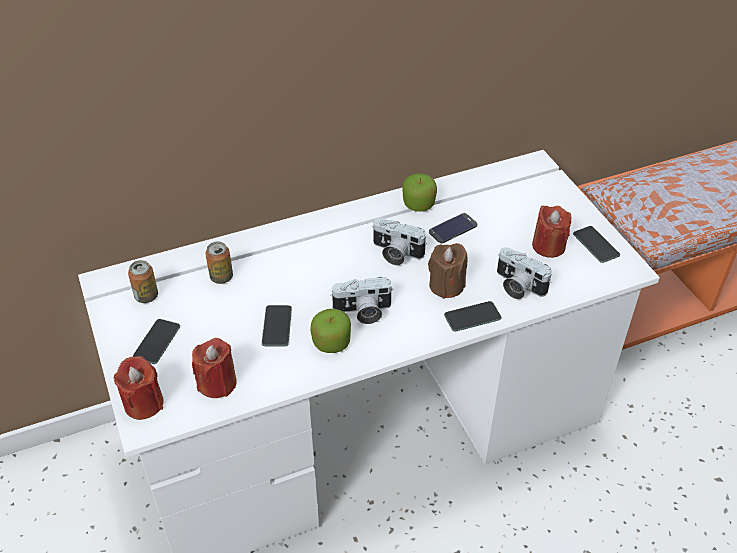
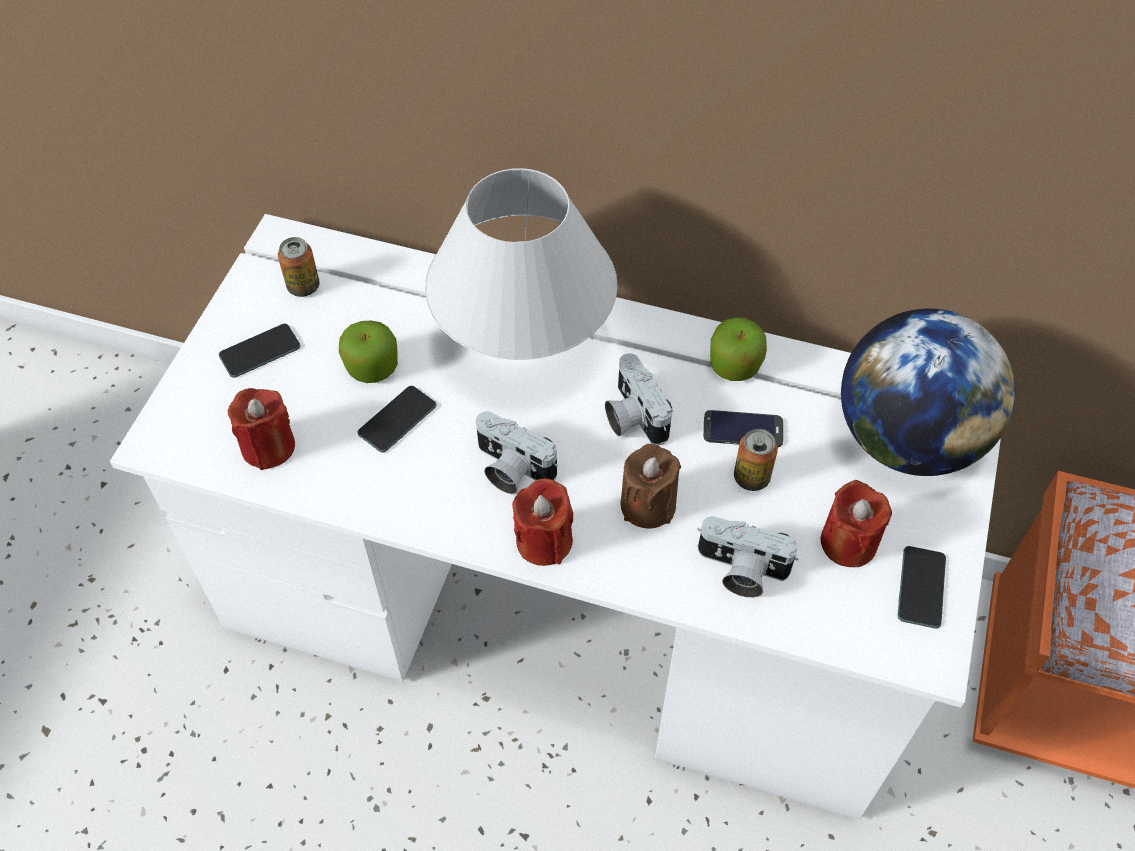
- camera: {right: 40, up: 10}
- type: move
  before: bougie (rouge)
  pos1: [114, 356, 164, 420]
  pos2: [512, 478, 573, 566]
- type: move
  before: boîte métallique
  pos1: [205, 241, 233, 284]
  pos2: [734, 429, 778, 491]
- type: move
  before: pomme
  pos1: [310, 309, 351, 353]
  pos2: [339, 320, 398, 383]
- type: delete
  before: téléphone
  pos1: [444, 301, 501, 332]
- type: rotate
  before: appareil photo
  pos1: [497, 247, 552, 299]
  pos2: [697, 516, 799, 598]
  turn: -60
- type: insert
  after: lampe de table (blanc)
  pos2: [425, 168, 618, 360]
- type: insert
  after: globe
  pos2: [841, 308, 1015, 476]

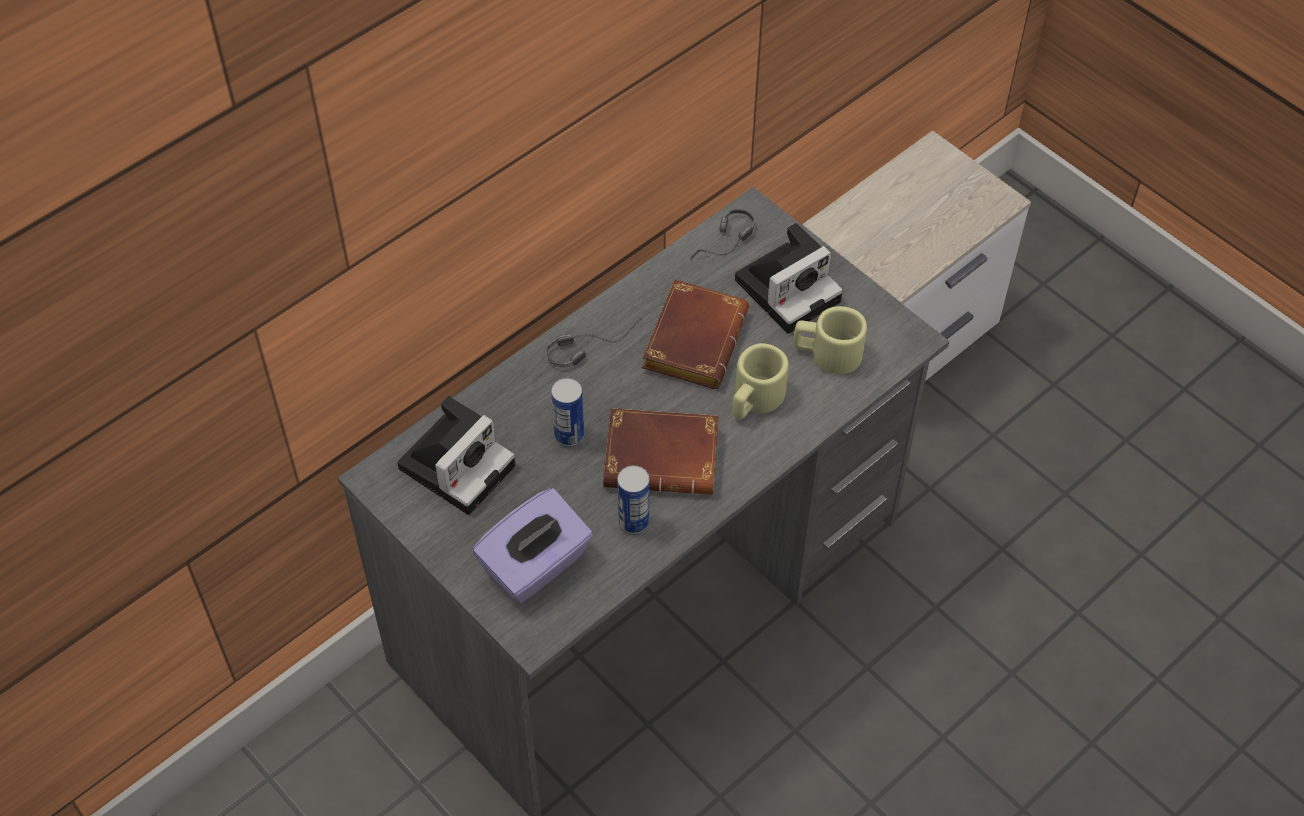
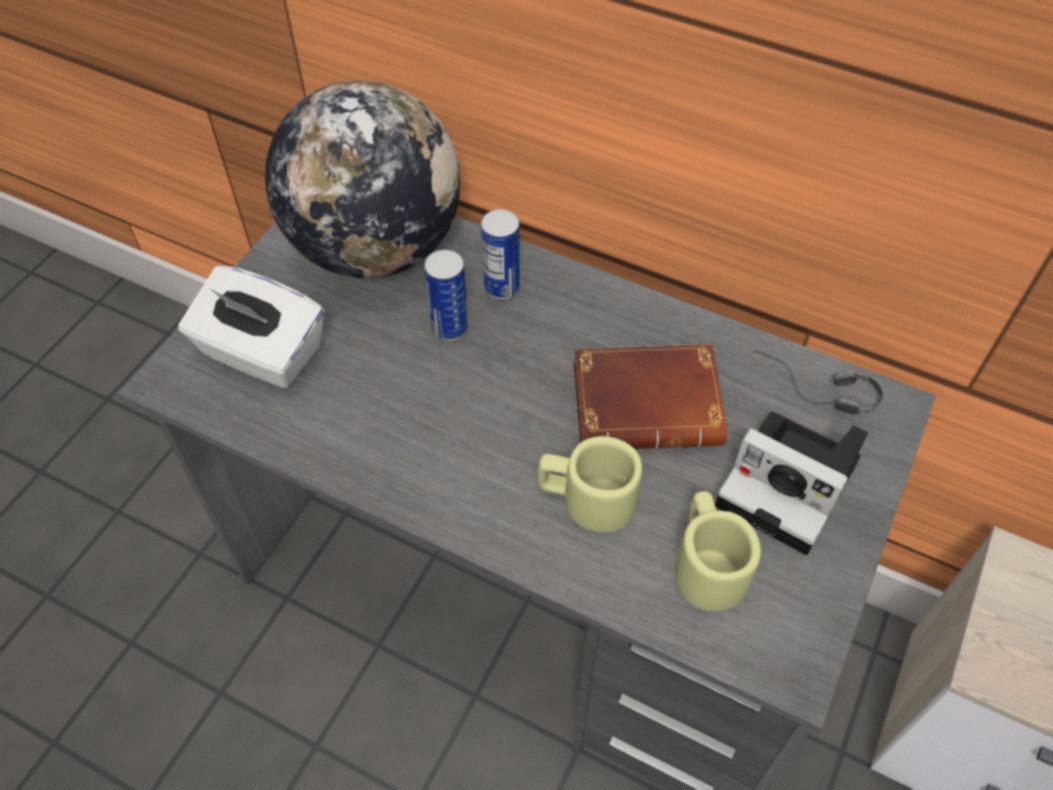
- camera: {right: 70, up: 0}
- type: replace
  before: appareil photo
  after: globe
  pos1: [397, 396, 515, 515]
  pos2: [265, 80, 461, 279]
- type: recolor
  before: boîte à mouchoirs (violet)
  after: boîte à mouchoirs (blanc)
  pos1: [472, 488, 593, 604]
  pos2: [178, 266, 324, 389]
- type: delete
  before: casque audio
  pos1: [546, 319, 642, 367]
- type: delete
  before: livre (marron)
  pos1: [603, 408, 719, 495]
- type: move
  before: boîte métallique
  pos1: [617, 465, 649, 535]
  pos2: [481, 209, 520, 301]

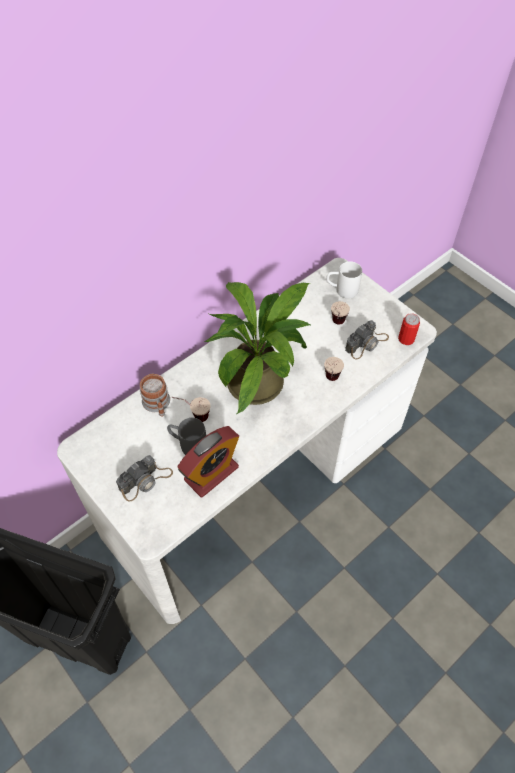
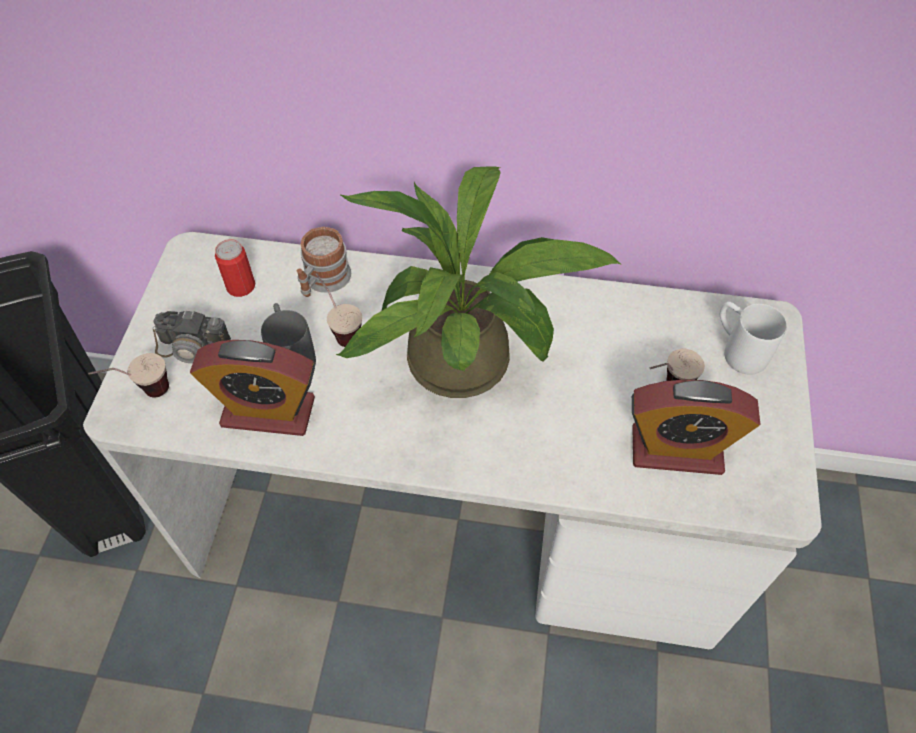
- camera: {right: 50, up: 0}
- type: move
  before: tasse
  pos1: [324, 357, 344, 381]
  pos2: [88, 353, 169, 397]
- type: replace
  before: appareil photo
  after: réveil
  pos1: [345, 320, 389, 360]
  pos2: [632, 380, 760, 475]
- type: move
  before: boîte métallique
  pos1: [398, 313, 420, 345]
  pos2: [215, 239, 255, 297]

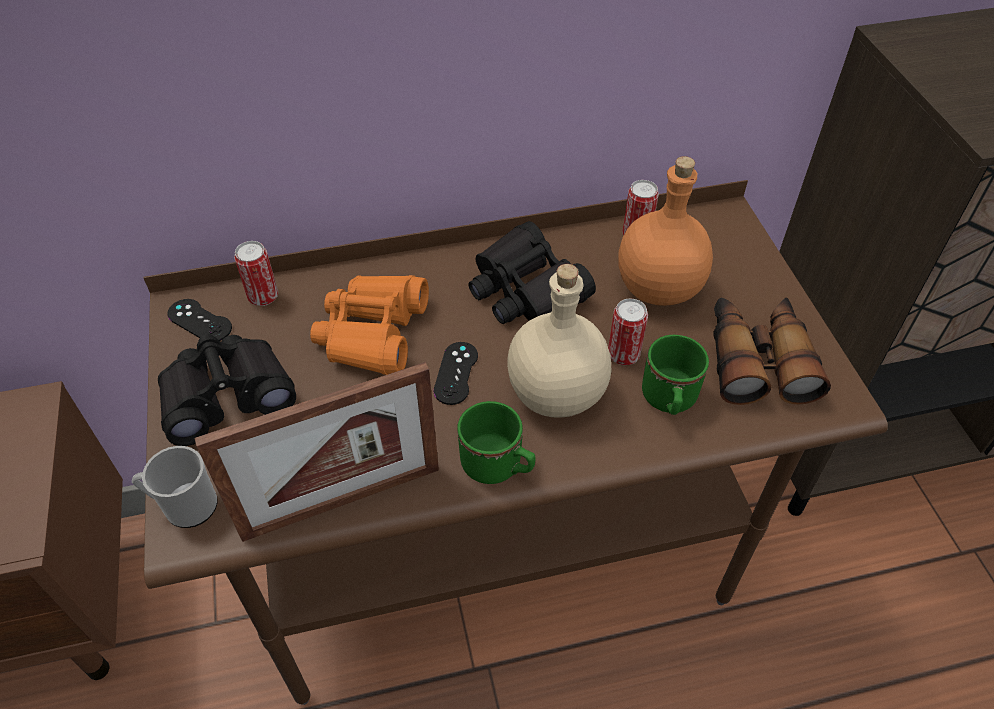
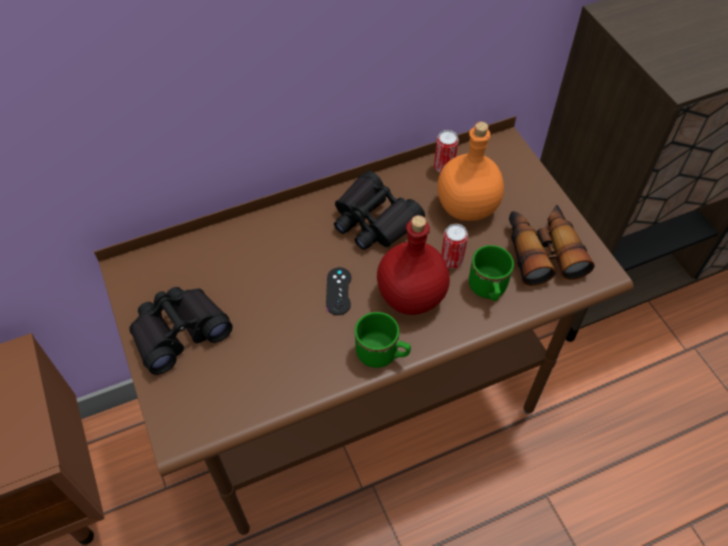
- camera: {right: -10, up: 5}
- type: delete
  before: mug
  pos1: [132, 446, 217, 528]
- type: delete
  before: manette (noir)
  pos1: [167, 299, 232, 341]
- type: delete
  before: cadre photo
  pos1: [195, 362, 439, 542]
- type: delete
  before: boîte métallique
  pos1: [234, 241, 278, 306]
- type: delete
  before: jumelles (orange)
  pos1: [310, 275, 429, 375]
- type: recolor
  before: bouteille (beige)
  after: bouteille (rouge)
  pos1: [507, 264, 611, 418]
  pos2: [377, 215, 450, 315]

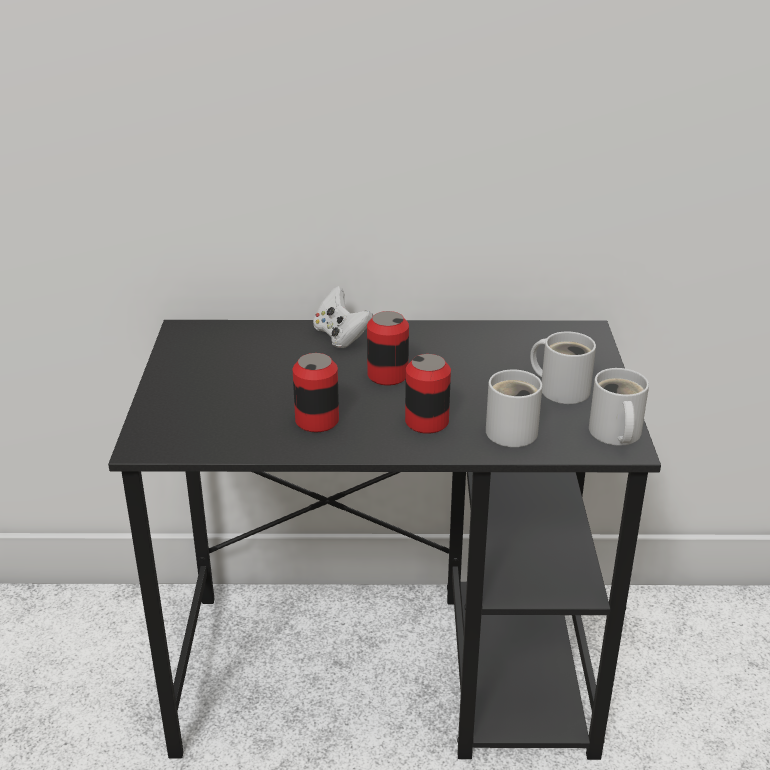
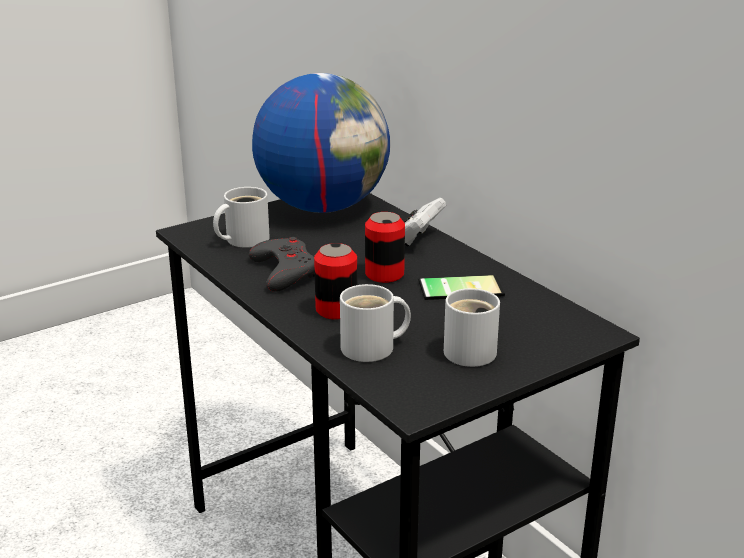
- camera: {right: 55, up: -5}
- type: replace
  before: boîte métallique
  after: manette (gris)
  pos1: [293, 353, 339, 432]
  pos2: [249, 237, 315, 292]
- type: move
  before: mug (blanc)
  pos1: [589, 368, 649, 445]
  pos2: [213, 187, 270, 248]
- type: insert
  after: globe
  pos2: [252, 73, 390, 213]
- type: insert
  after: téléphone
  pos2: [419, 275, 505, 300]

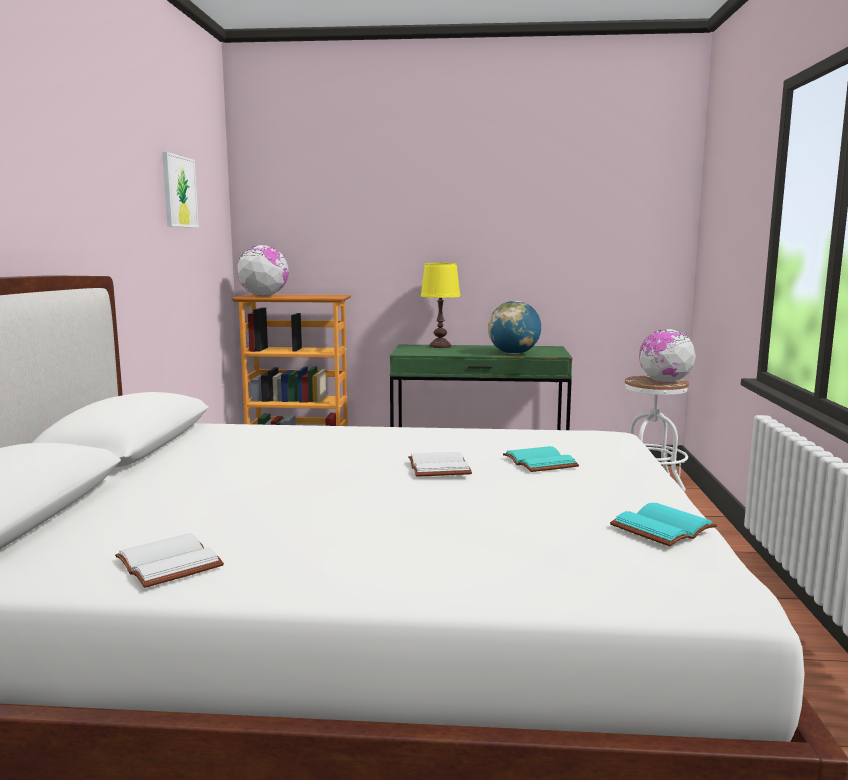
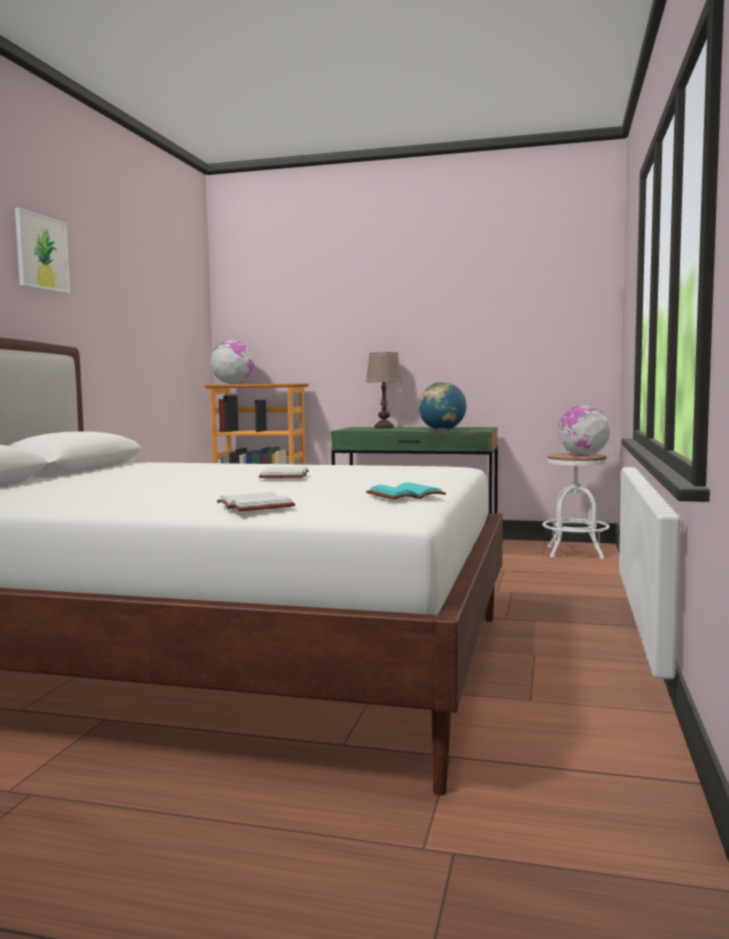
- camera: {right: 10, up: -5}
- type: move
  before: livre (blanc)
  pos1: [115, 533, 224, 588]
  pos2: [217, 492, 295, 511]
- type: move
  before: tableau
  pos1: [162, 152, 199, 228]
  pos2: [15, 208, 70, 294]
- type: recolor
  before: lampe de table (jaune)
  after: lampe de table (marron)
  pos1: [421, 263, 461, 348]
  pos2: [366, 352, 402, 428]
- type: delete
  before: livre (turquoise)
  pos1: [503, 446, 579, 472]

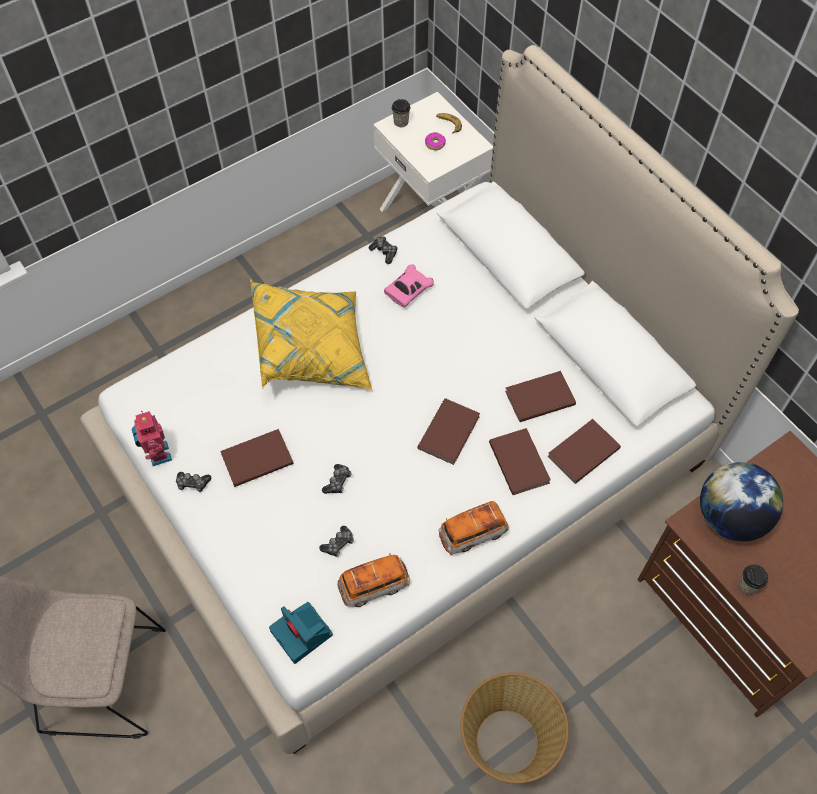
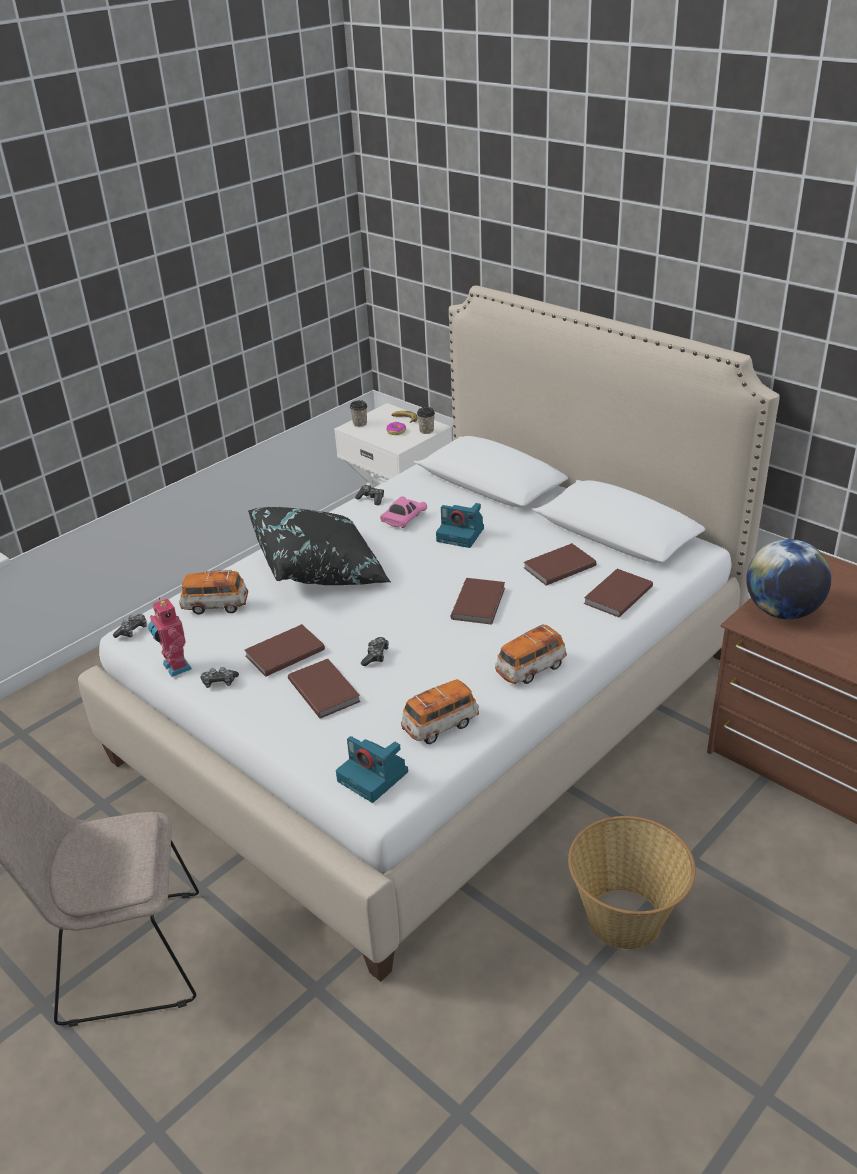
- camera: {right: -10, up: -25}
- type: recolor
  before: coussin (jaune)
  after: coussin (noir)
  pos1: [250, 280, 372, 390]
  pos2: [248, 507, 391, 585]
- type: move
  before: manette
  pos1: [319, 526, 354, 557]
  pos2: [113, 614, 147, 638]
- type: move
  before: livre (marron)
  pos1: [489, 428, 551, 495]
  pos2: [288, 659, 361, 718]
- type: move
  before: tasse
  pos1: [738, 565, 768, 595]
  pos2: [417, 407, 435, 434]
- type: insert
  after: petite voiture
  pos2: [179, 570, 248, 615]
- type: insert
  after: appareil photo
  pos2: [436, 503, 484, 548]

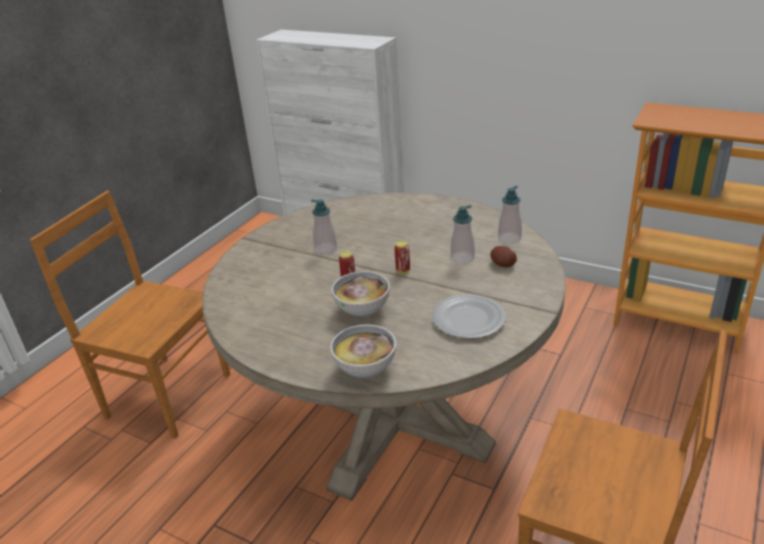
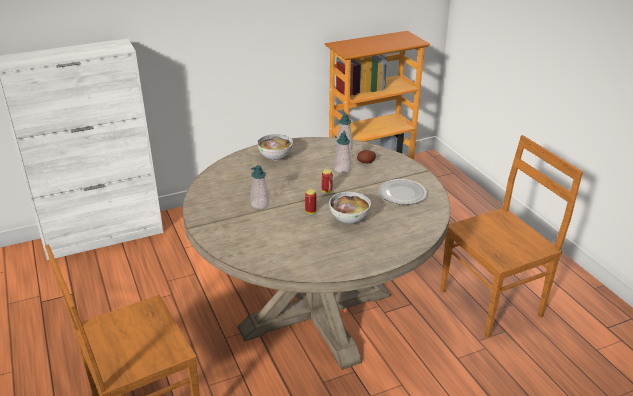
- camera: {right: -55, up: 0}
- type: move
  before: bol
  pos1: [331, 325, 396, 378]
  pos2: [257, 134, 293, 160]

